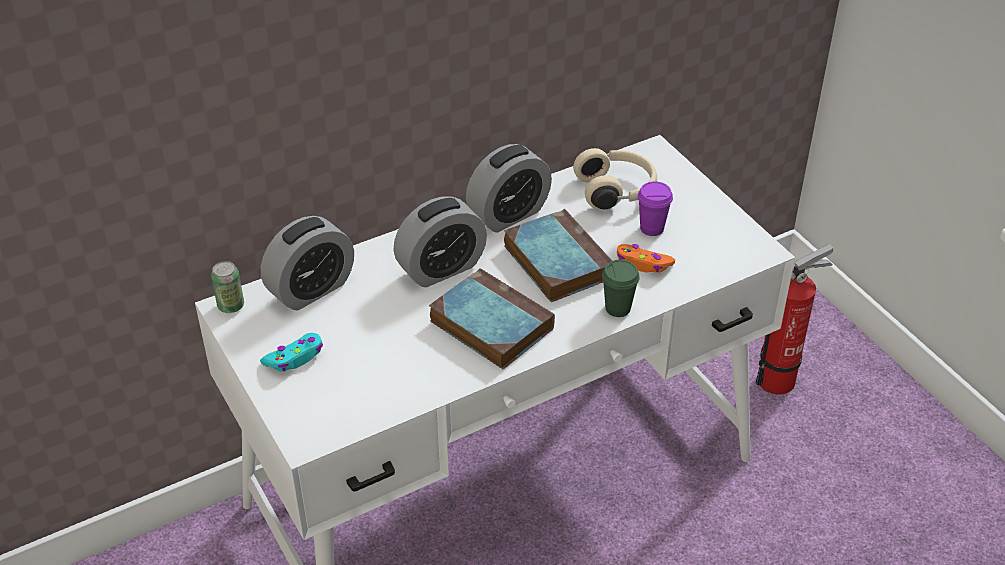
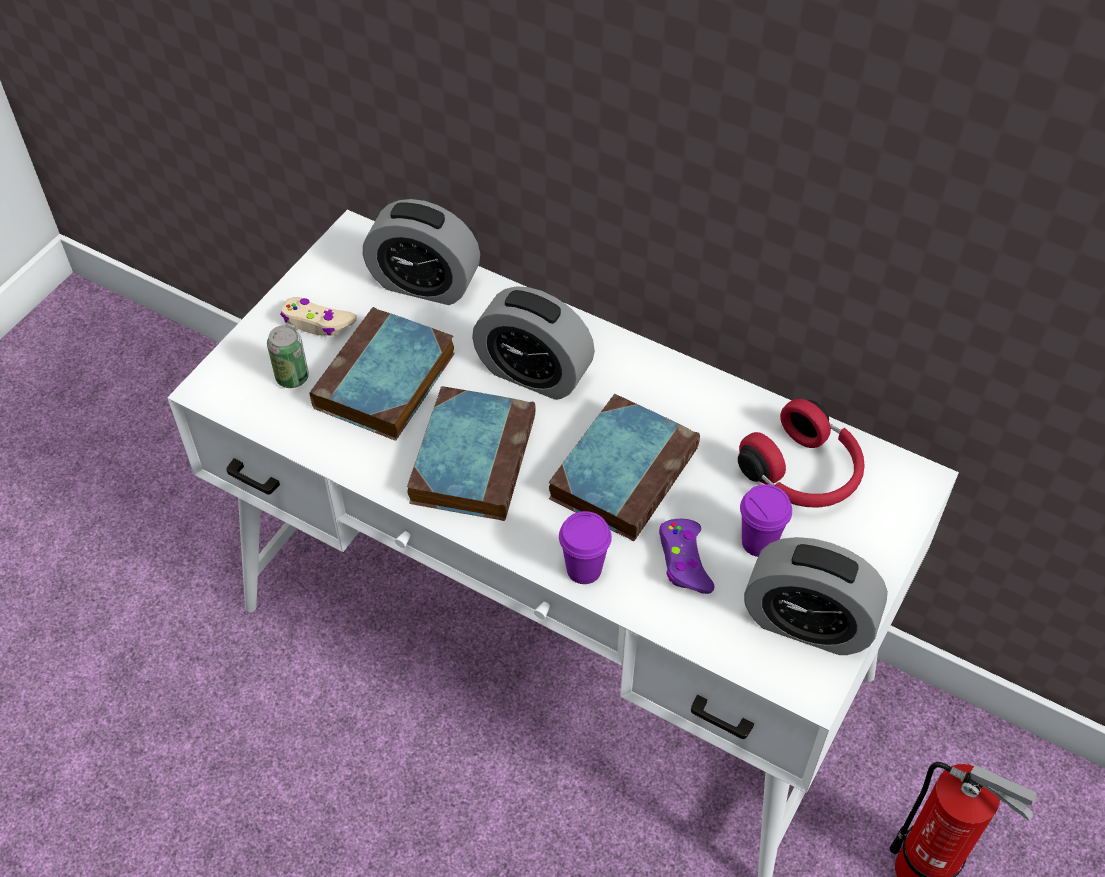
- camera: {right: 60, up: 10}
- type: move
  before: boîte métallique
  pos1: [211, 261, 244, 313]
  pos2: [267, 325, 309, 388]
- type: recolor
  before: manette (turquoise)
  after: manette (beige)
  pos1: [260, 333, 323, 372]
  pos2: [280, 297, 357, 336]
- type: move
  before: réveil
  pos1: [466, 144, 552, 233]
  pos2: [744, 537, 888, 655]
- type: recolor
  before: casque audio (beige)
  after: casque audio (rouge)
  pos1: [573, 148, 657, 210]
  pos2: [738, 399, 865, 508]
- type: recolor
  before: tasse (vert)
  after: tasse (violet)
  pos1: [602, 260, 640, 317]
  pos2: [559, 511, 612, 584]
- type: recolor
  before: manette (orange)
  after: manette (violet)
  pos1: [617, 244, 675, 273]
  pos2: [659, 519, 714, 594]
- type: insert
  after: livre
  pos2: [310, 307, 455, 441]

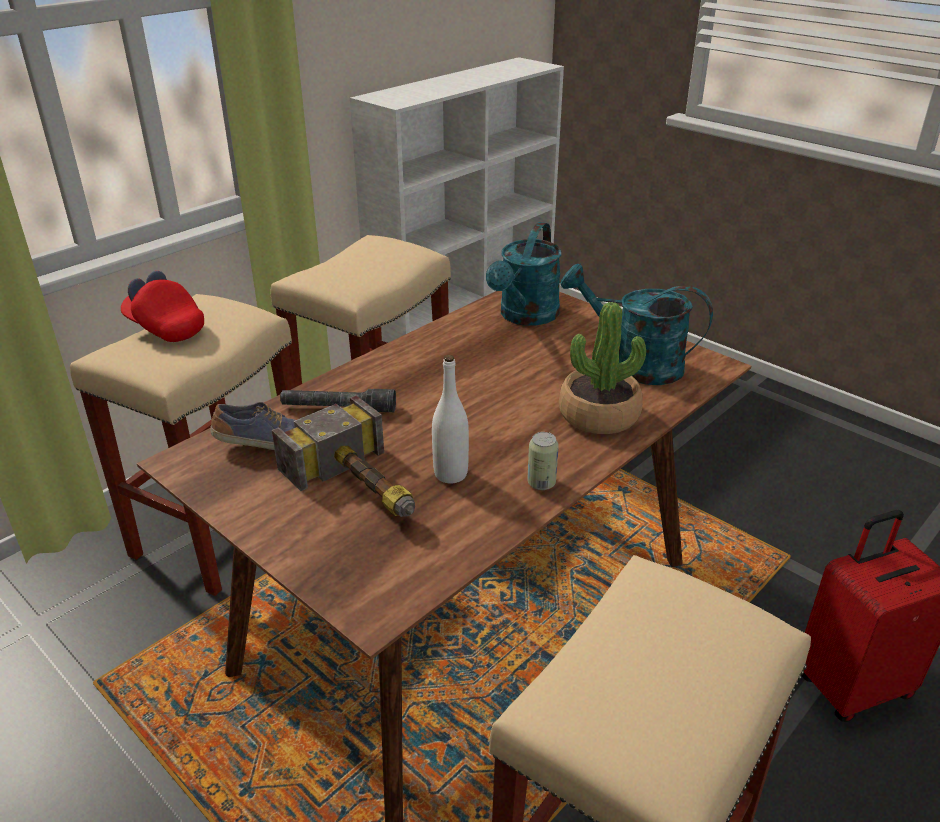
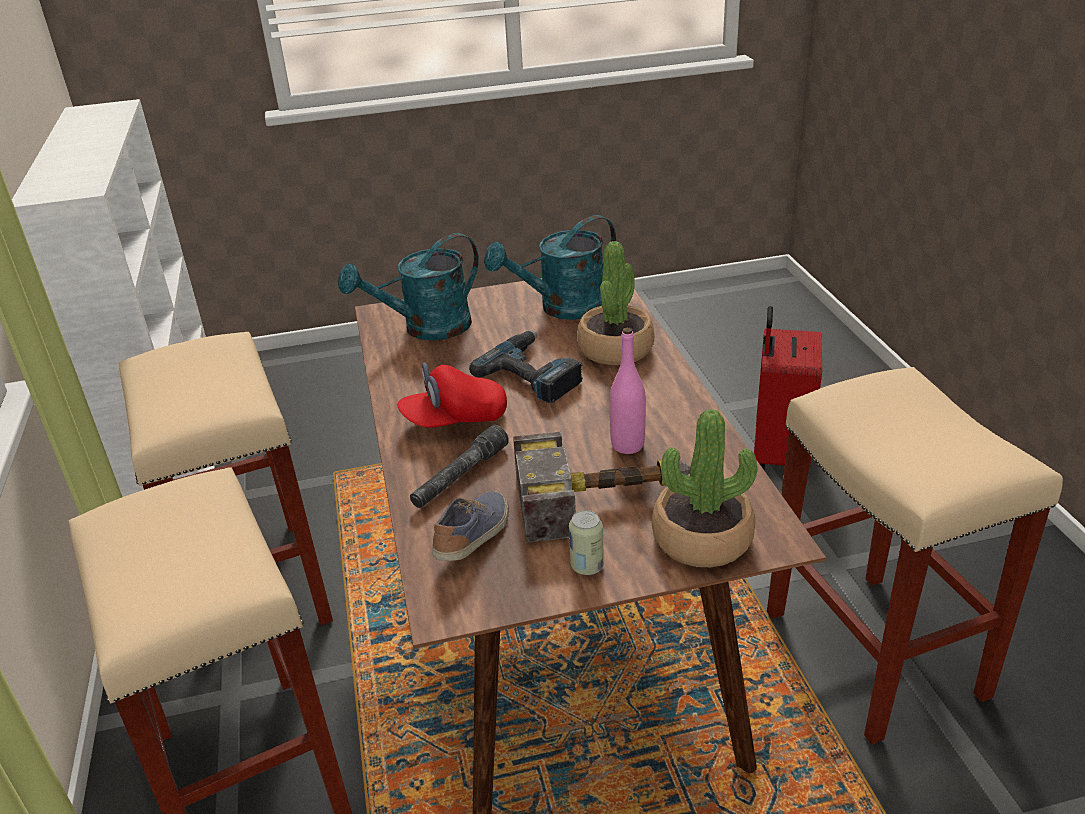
- camera: {right: -55, up: 0}
- type: move
  before: casquette (rouge)
  pos1: [121, 271, 204, 342]
  pos2: [397, 362, 507, 428]
- type: recolor
  before: bouteille (blanc)
  after: bouteille (rose)
  pos1: [432, 355, 469, 483]
  pos2: [610, 328, 646, 454]
- type: rotate
  before: arrosoir (turquoise)
  pos1: [486, 222, 561, 326]
  pos2: [338, 233, 479, 341]
  turn: 90
- type: move
  before: boîte métallique
  pos1: [527, 432, 559, 490]
  pos2: [569, 510, 604, 575]
- type: insert
  after: perceuse
  pos2: [469, 330, 583, 403]
- type: insert
  after: plante en pot
  pos2: [652, 409, 757, 567]

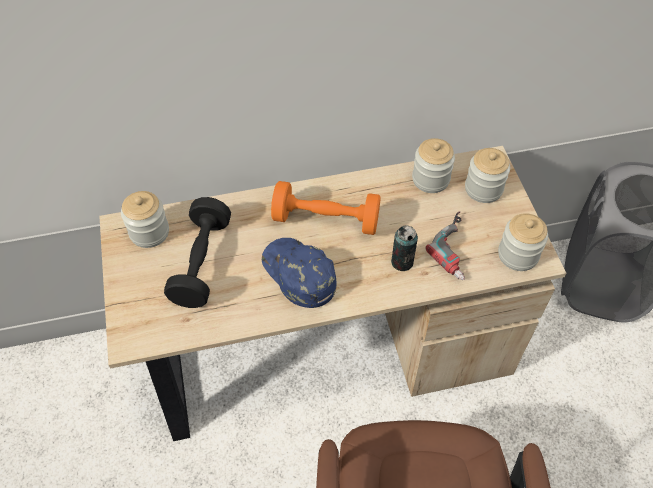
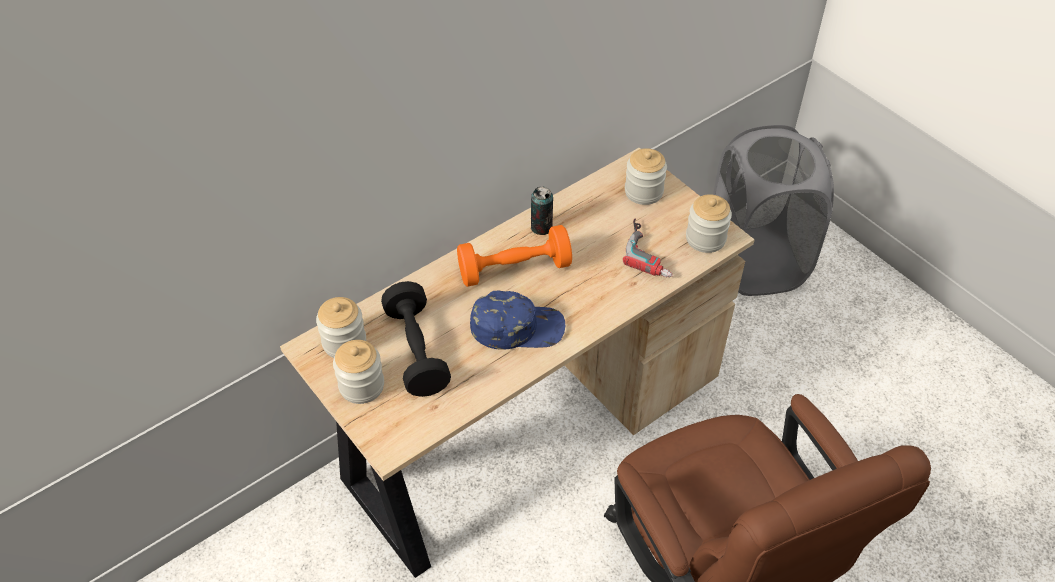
- camera: {right: -25, up: -5}
- type: rotate
  before: casquette (bleu)
  pos1: [262, 238, 336, 308]
  pos2: [470, 291, 565, 350]
  turn: 150
- type: move
  before: boîte métallique
  pos1: [391, 225, 418, 271]
  pos2: [531, 186, 553, 235]
- type: move
  before: bocal
  pos1: [412, 138, 455, 193]
  pos2: [333, 340, 384, 404]

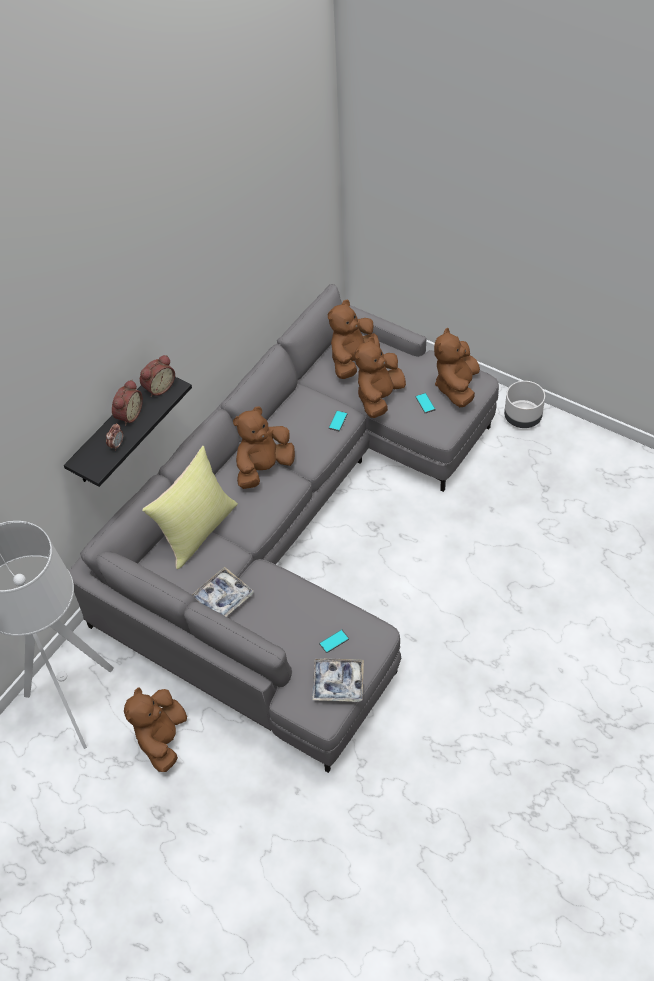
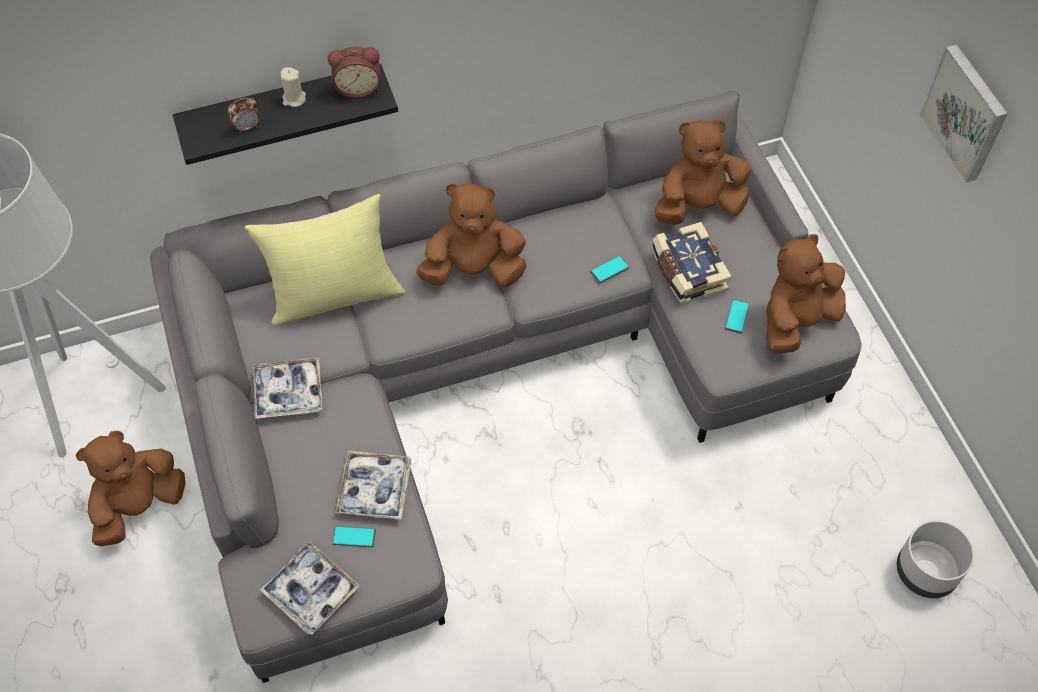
- camera: {right: 35, up: 5}
- type: replace
  before: réveil
  after: bougie (beige)
  pos1: [112, 379, 143, 426]
  pos2: [280, 67, 306, 107]
- type: replace
  before: peluche (marron)
  after: livre
  pos1: [354, 337, 406, 418]
  pos2: [652, 222, 732, 305]
- type: move
  before: cache-pot (gris)
  pos1: [504, 381, 545, 428]
  pos2: [897, 520, 974, 598]
- type: insert
  after: plateau
  pos2: [335, 451, 411, 520]
- type: insert
  after: tableau
  pos2: [920, 44, 1008, 183]

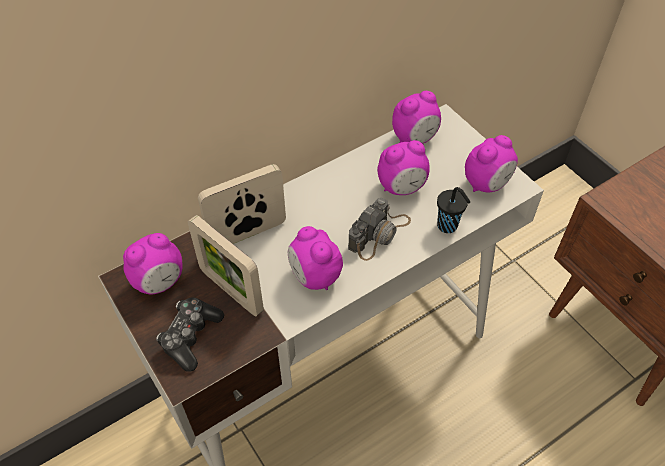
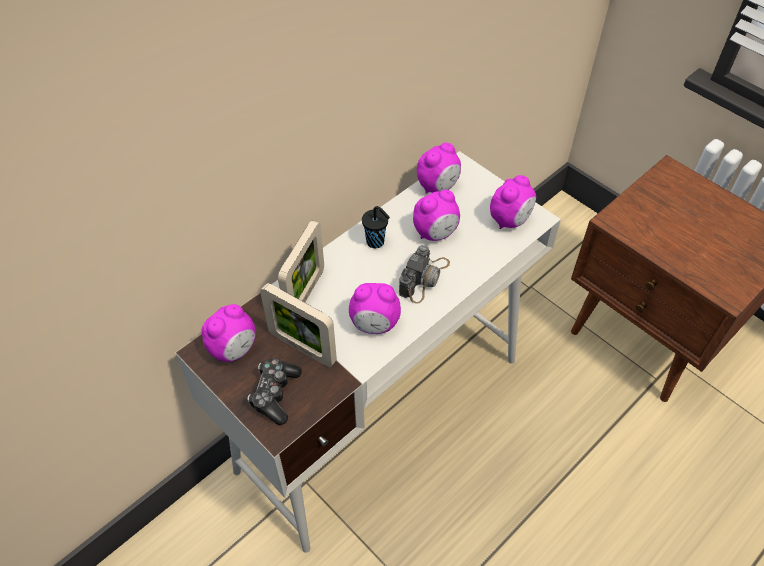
- camera: {right: -10, up: 0}
- type: rotate
  before: cadre photo
  pos1: [198, 164, 286, 244]
  pos2: [278, 221, 324, 302]
  turn: 150
- type: rotate
  before: réveil
  pos1: [288, 226, 343, 290]
  pos2: [349, 283, 401, 334]
  turn: -45
- type: move
  before: tasse (noir)
  pos1: [437, 187, 470, 233]
  pos2: [362, 206, 390, 248]

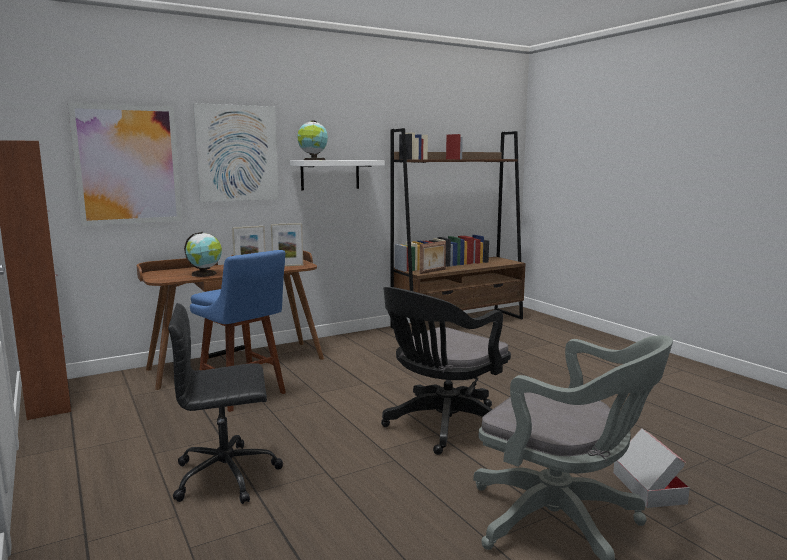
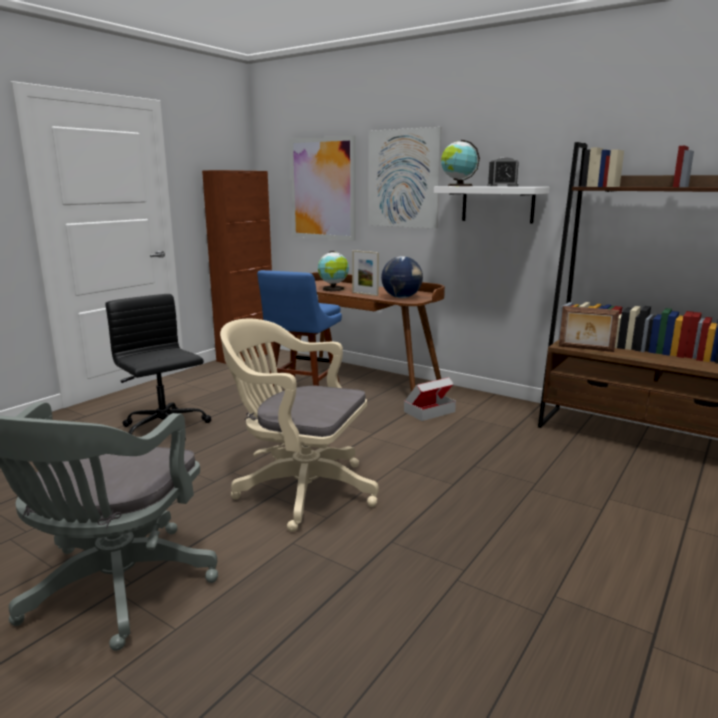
- camera: {right: 65, up: 5}
- type: replace
  before: cadre photo
  after: globe
  pos1: [271, 223, 303, 266]
  pos2: [381, 256, 423, 298]
- type: recolor
  before: chaise de bureau (noir)
  after: chaise de bureau (beige)
  pos1: [381, 287, 511, 455]
  pos2: [220, 319, 379, 532]
- type: move
  before: carton
  pos1: [613, 428, 690, 508]
  pos2: [404, 377, 456, 421]
- type: insert
  after: réveil
  pos2: [487, 157, 519, 187]

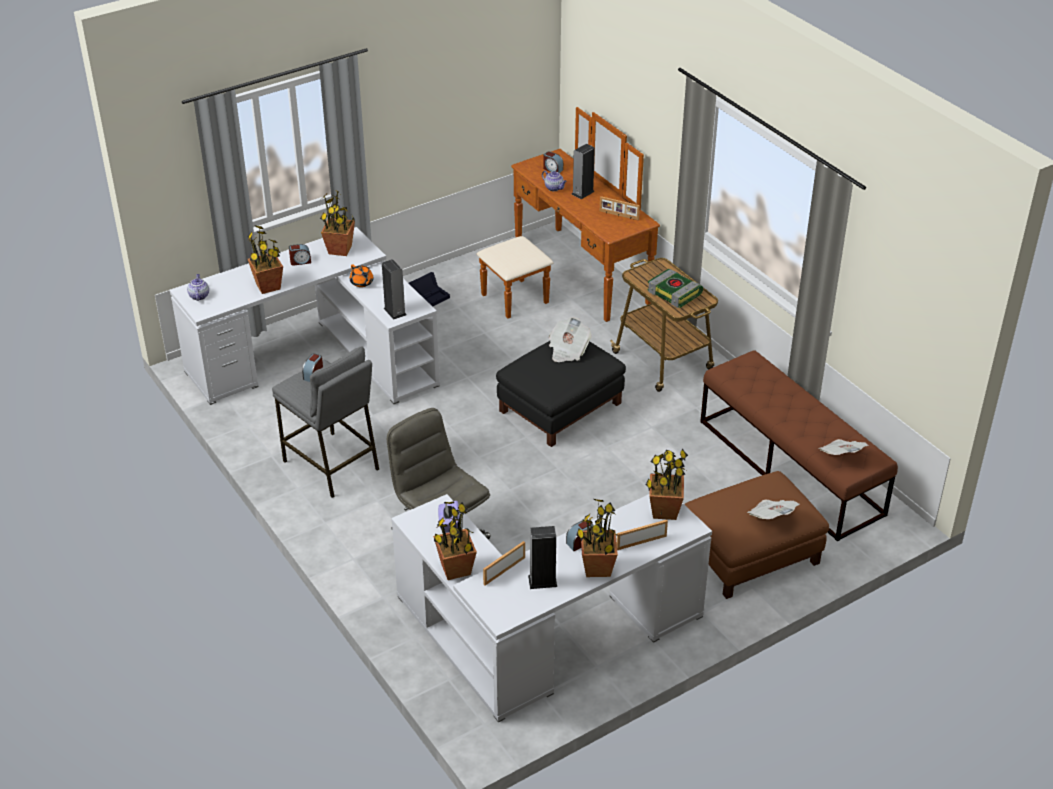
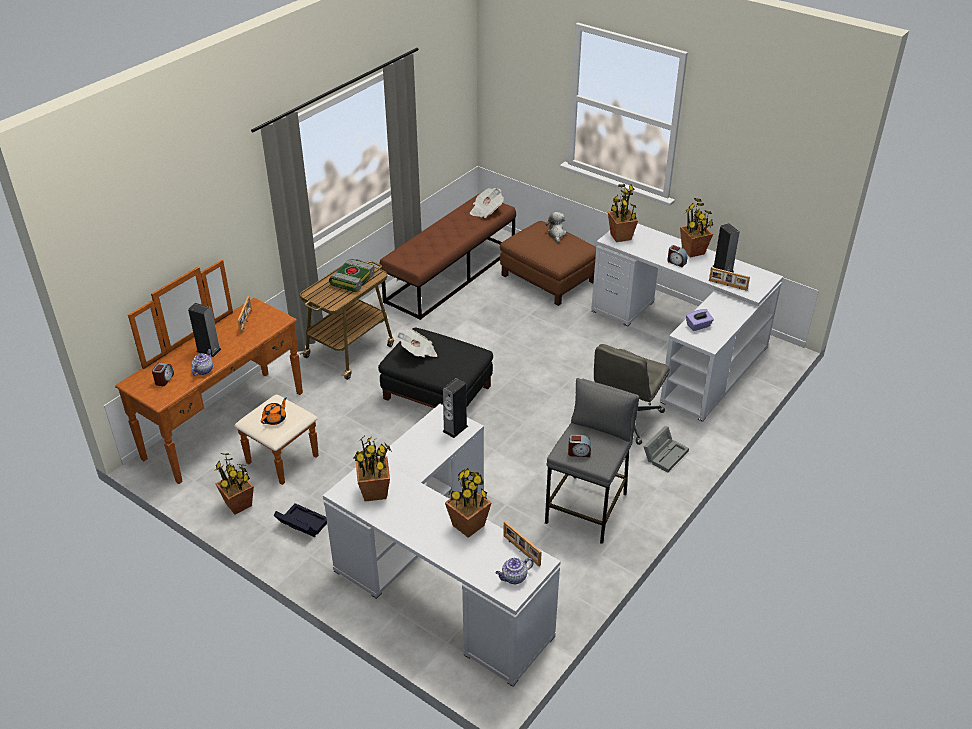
- camera: {right: -110, up: 0}
- type: delete
  before: réveil
  pos1: [289, 244, 311, 266]
- type: move
  before: théière (orange)
  pos1: [350, 265, 374, 287]
  pos2: [261, 397, 287, 425]
- type: move
  before: plante en pot
  pos1: [433, 501, 477, 580]
  pos2: [215, 453, 254, 515]
- type: move
  before: cadre photo
  pos1: [617, 520, 668, 550]
  pos2: [503, 521, 542, 567]
- type: replace
  before: journal
  after: peluche
  pos1: [747, 499, 800, 519]
  pos2: [546, 212, 567, 243]
- type: insert
  after: boîte de rangement (gris)
  pos2: [643, 426, 689, 473]

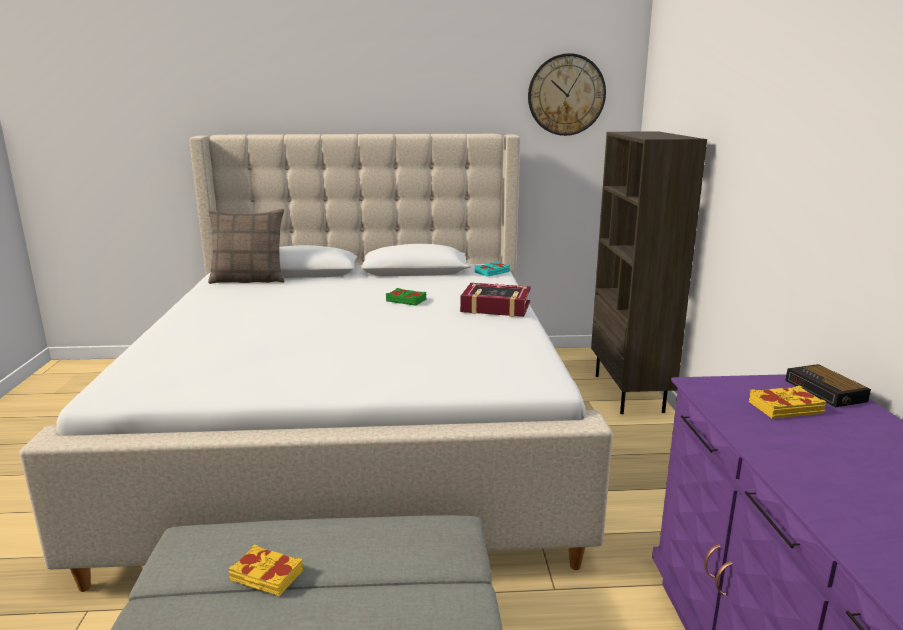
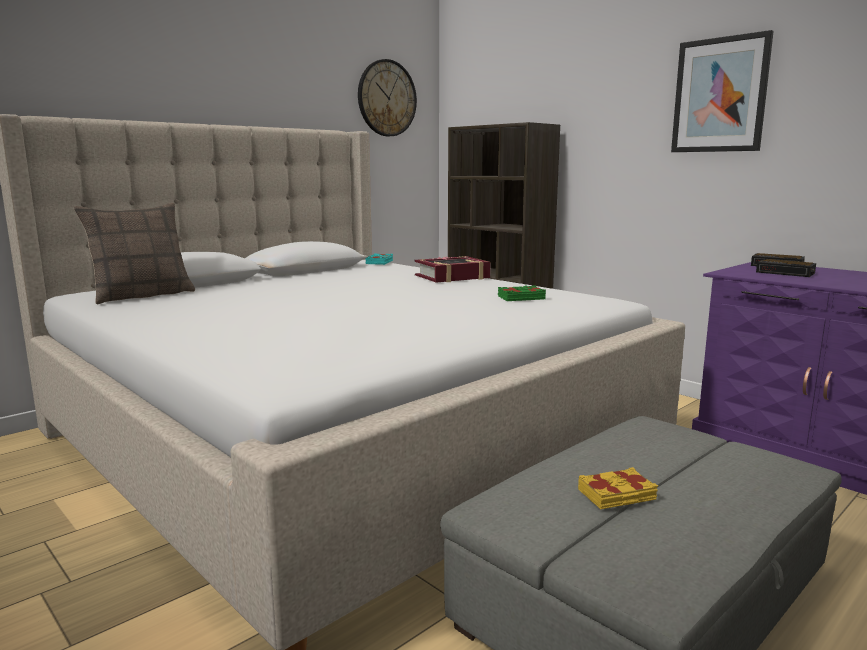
- camera: {right: -40, up: -5}
- type: move
  before: livre (vert)
  pos1: [386, 288, 427, 306]
  pos2: [498, 285, 546, 301]
- type: replace
  before: livre (jaune)
  after: réveil
  pos1: [749, 386, 826, 419]
  pos2: [756, 259, 816, 277]
- type: insert
  after: tableau
  pos2: [671, 30, 774, 152]

